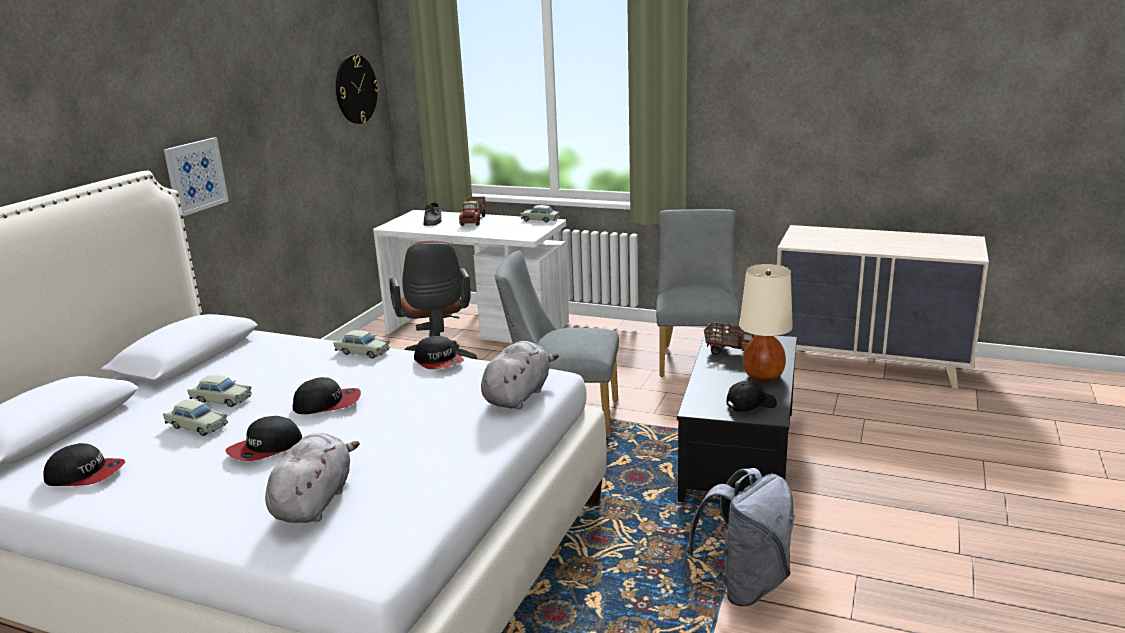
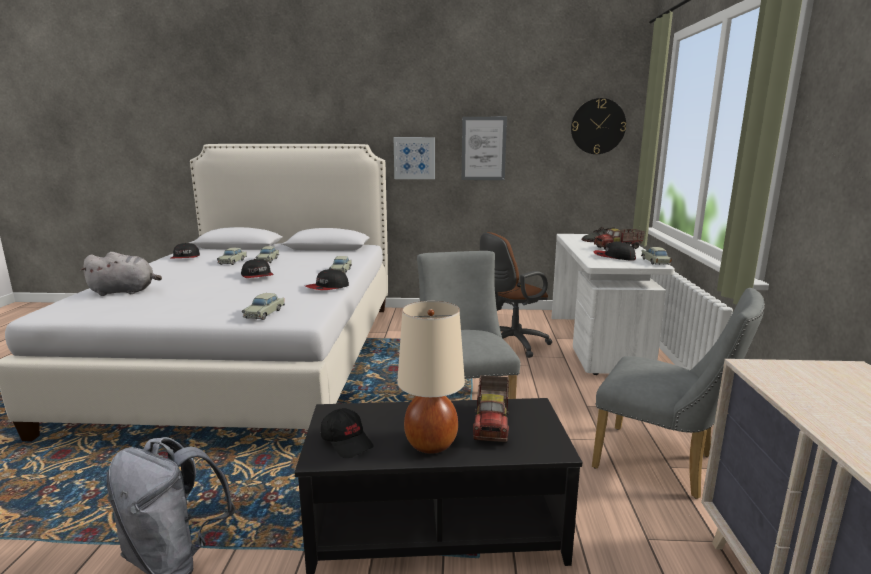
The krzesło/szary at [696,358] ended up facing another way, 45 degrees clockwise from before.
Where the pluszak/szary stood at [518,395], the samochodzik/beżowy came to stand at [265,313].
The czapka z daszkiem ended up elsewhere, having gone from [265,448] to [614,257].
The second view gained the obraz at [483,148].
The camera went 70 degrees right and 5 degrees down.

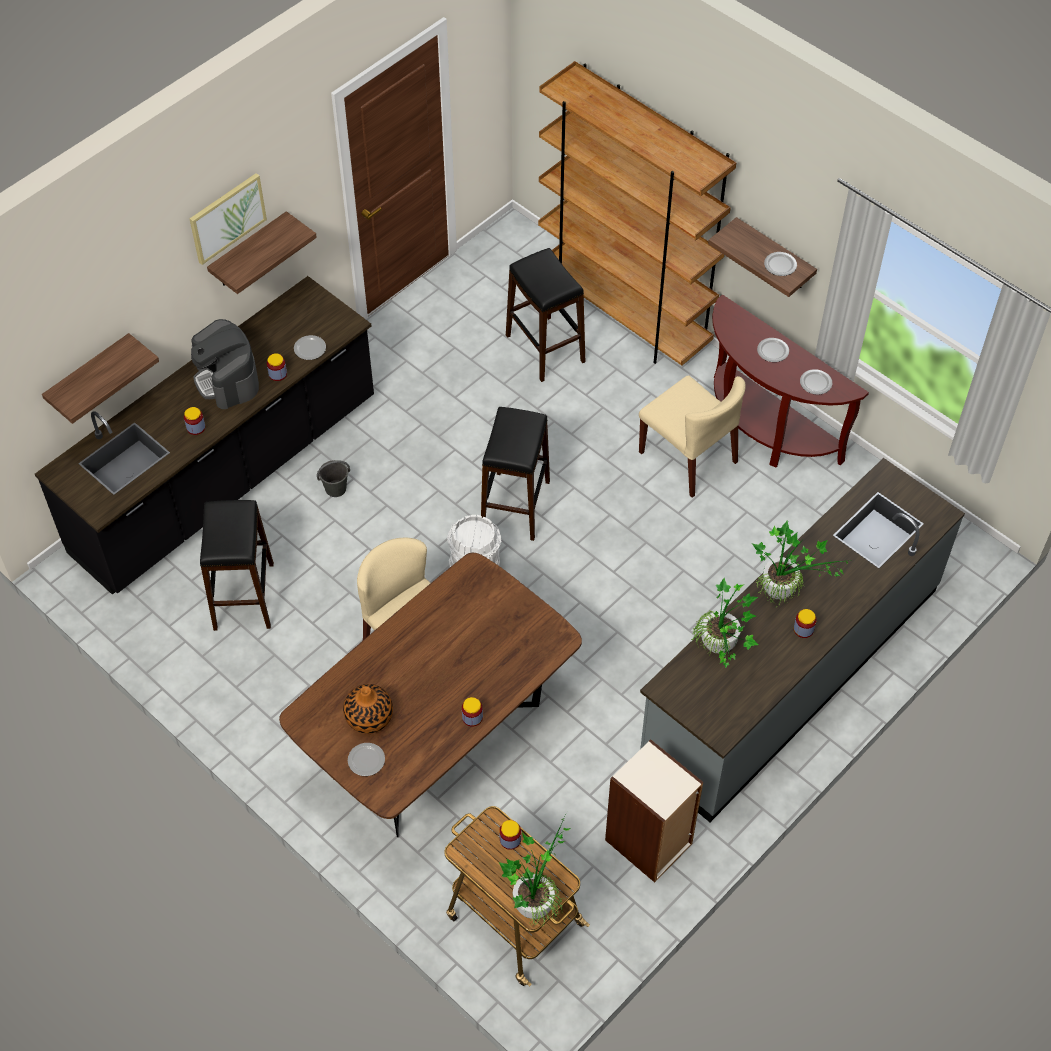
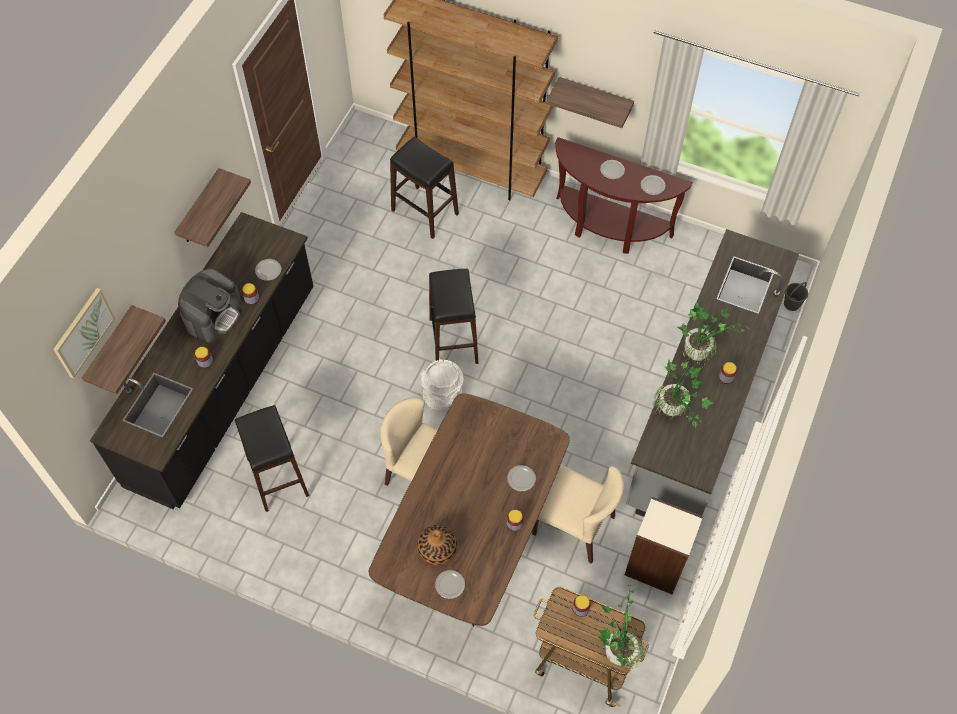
The obraz ended up elsewhere, having gone from [227,217] to [83,332].
The talerz ended up elsewhere, having gone from [780,265] to [522,479].
The ekspres do kawy at [227,379] ended up facing another way, 105 degrees counterclockwise from before.
The krzesło/beżowy ended up elsewhere, having gone from [688,457] to [574,525].
The wiadro/szary ended up elsewhere, having gone from [335,489] to [791,304].
The camera went 20 degrees left and 5 degrees up.

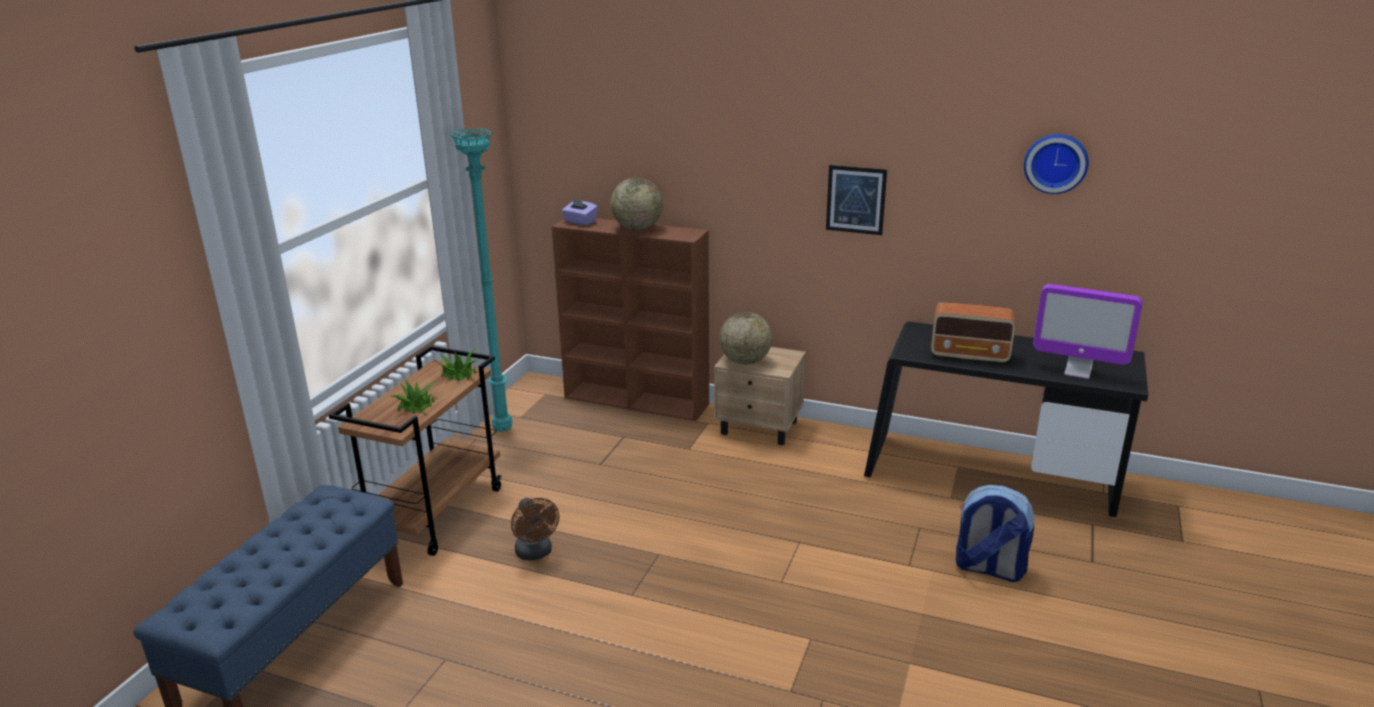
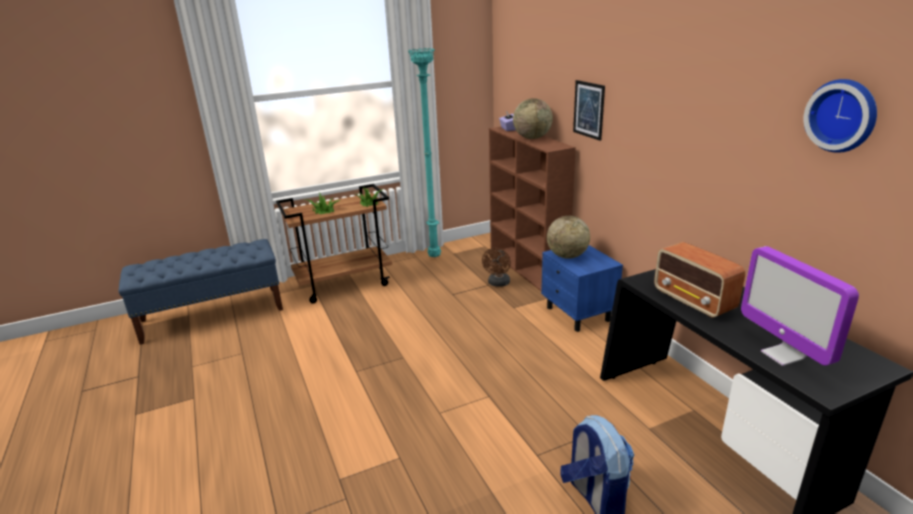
The obraz ended up elsewhere, having gone from [856,200] to [588,109].
What was the szafka nocna/beżowy at [760,428] turned into the szafka nocna/niebieski at [578,314].
The wentylator/brązowy ended up elsewhere, having gone from [536,553] to [498,284].
The camera went 45 degrees right and 0 degrees up.

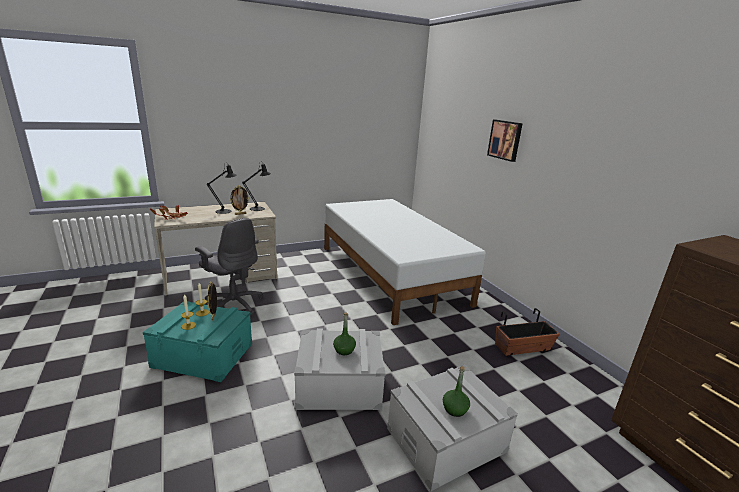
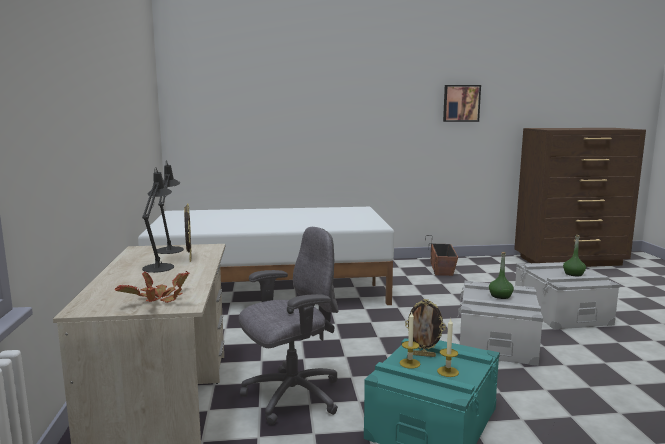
The obraz ended up elsewhere, having gone from [505,140] to [461,103].
The camera went 70 degrees left and 10 degrees down.

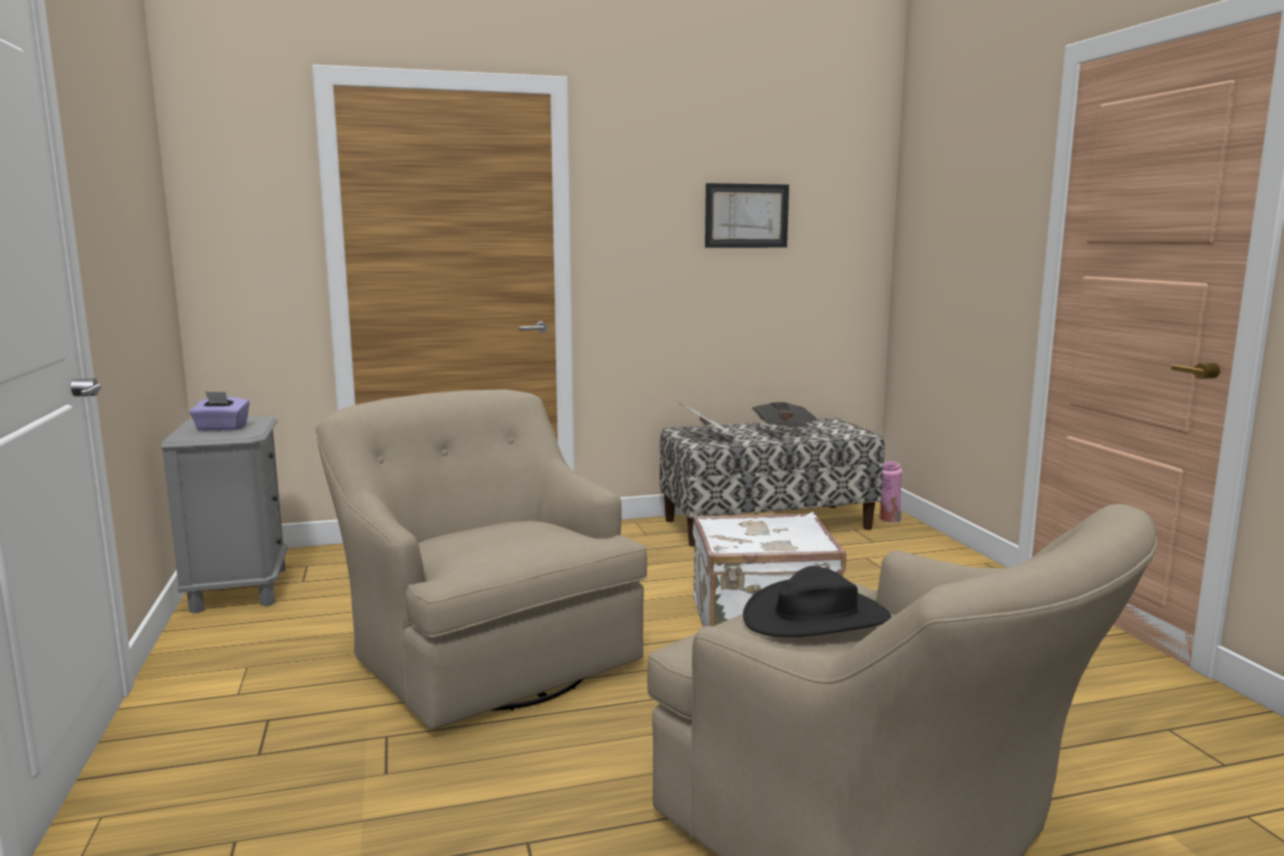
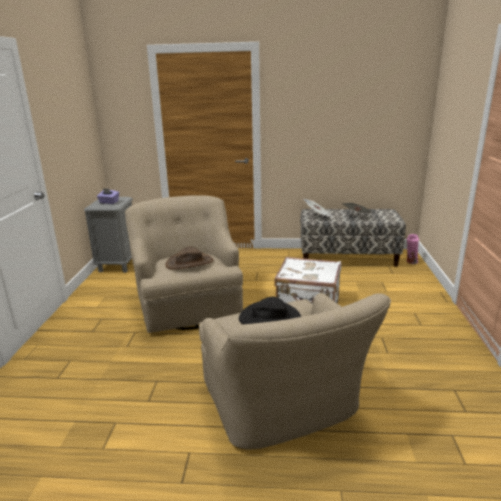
The second view lost the obraz at [746,216].
The second view gained the kapelusz/brązowy at [189,263].
The camera went 20 degrees right and 10 degrees up.

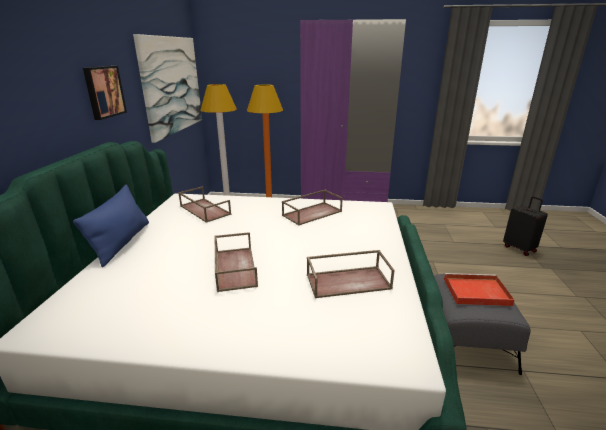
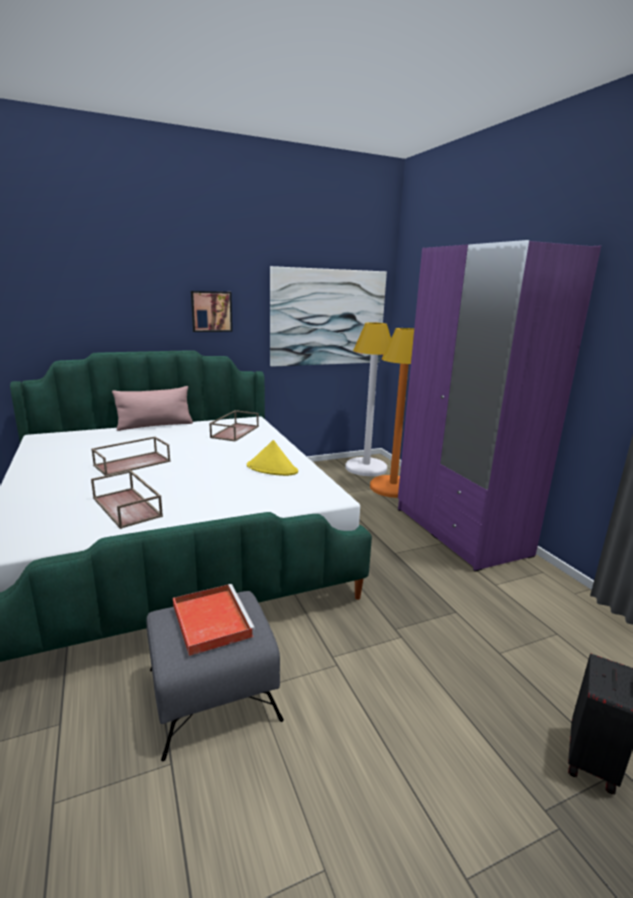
What was the poduszka/niebieski at [122,242] turned into the poduszka/różowy at [155,425].
Where the taca/brązowy stood at [312,213], the kapelusz/żółty came to stand at [272,469].
The camera went 60 degrees right and 5 degrees down.

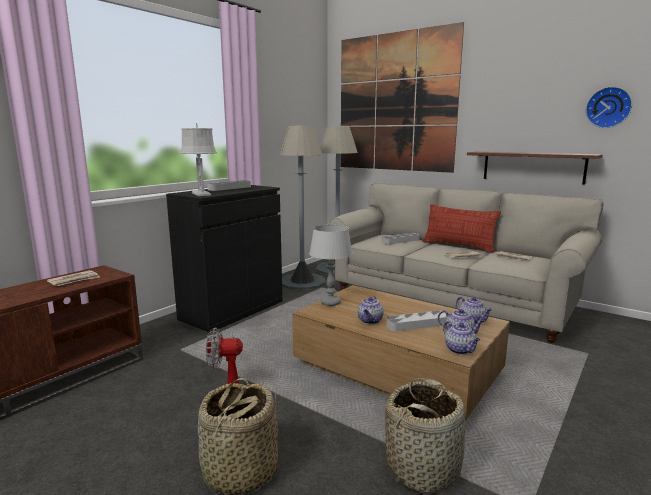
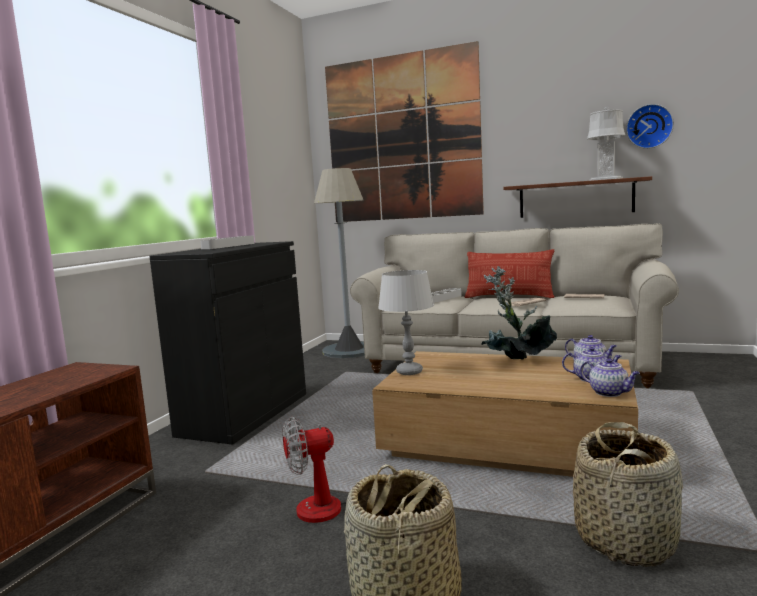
The lampa stołowa/szary ended up elsewhere, having gone from [201,194] to [605,179].
The second view lost the lampa stojąca/szary at [302,282].
The second view lost the gazeta at [74,280].
The second view lost the imbryk at [370,321].
The second view lost the taca/szary at [418,324].
The second view gained the roślina doniczkowa at [516,362].
The camera went 15 degrees left and 5 degrees down.

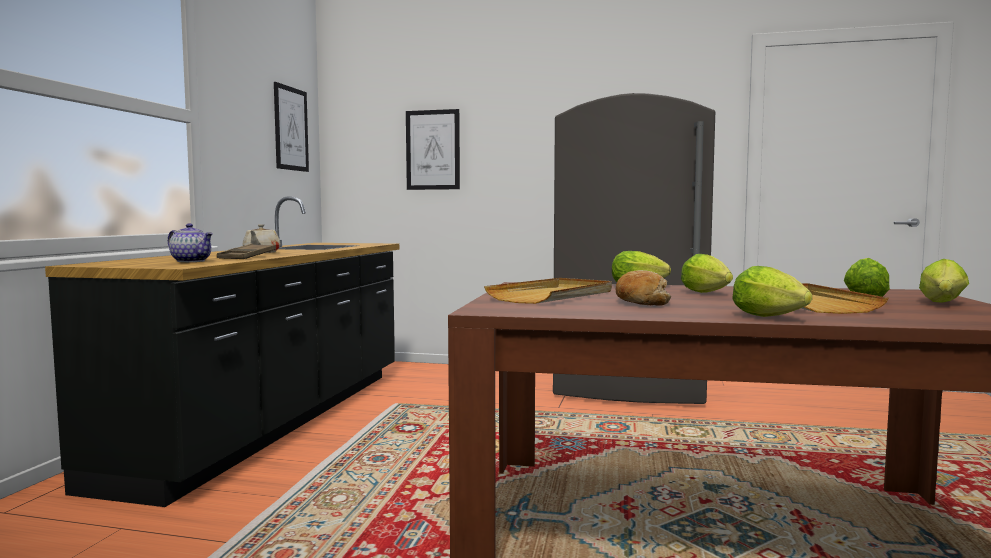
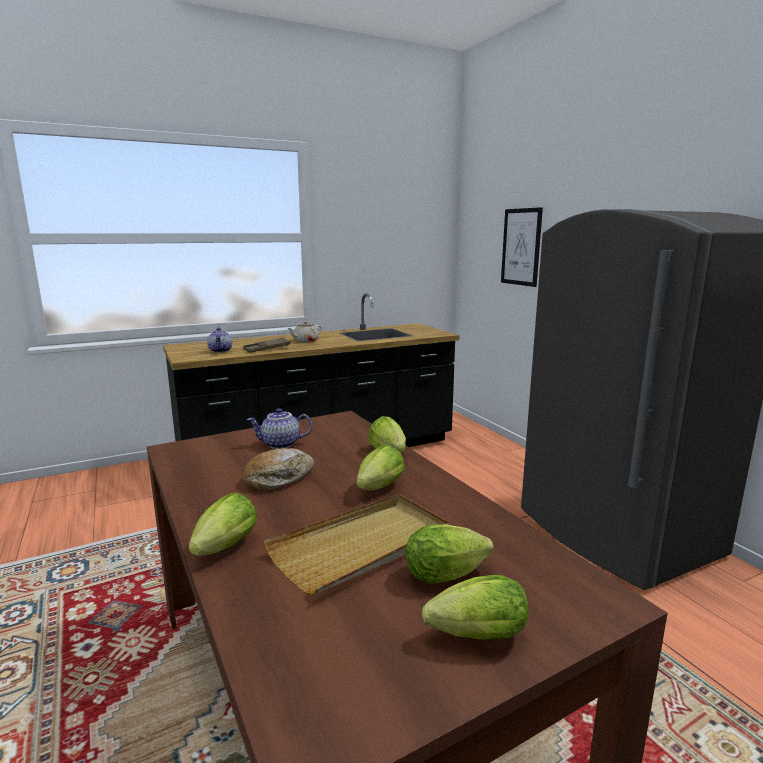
The second view lost the obraz at [291,128].
Where the taca/beżowy stood at [553,295], the imbryk came to stand at [280,444].
The camera went 50 degrees right and 10 degrees up.

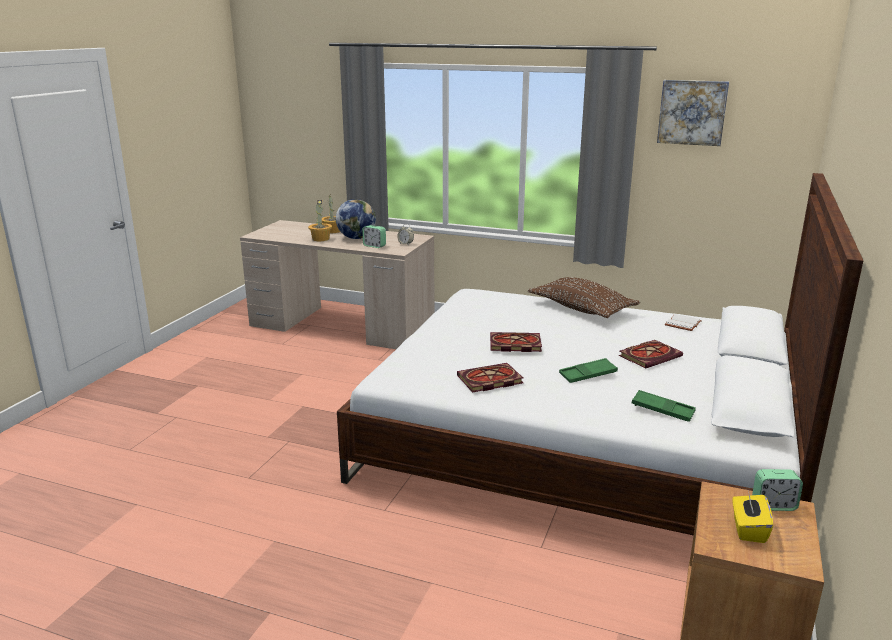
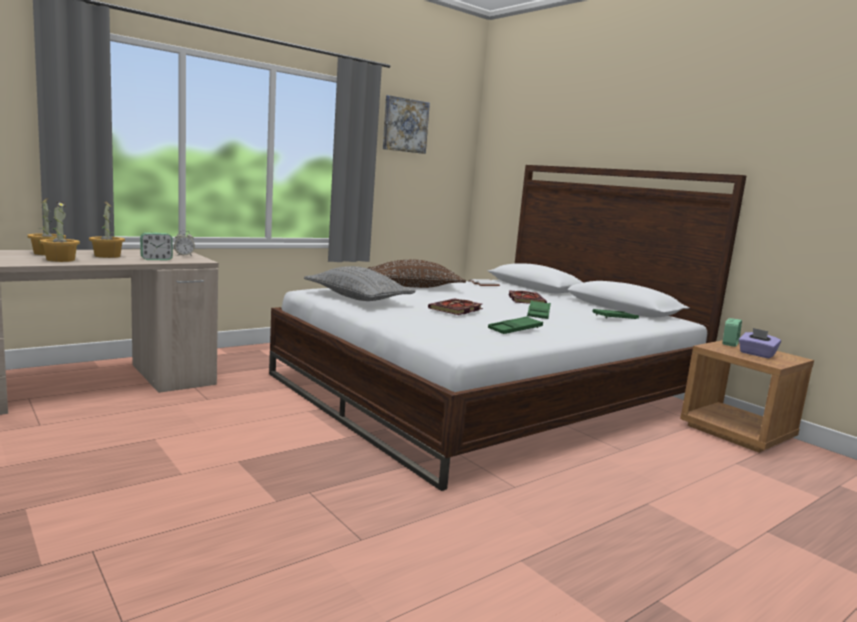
Where the globus stood at [356,238], the roślina doniczkowa came to stand at [107,256].
Where the książka stood at [489,380], the taca/zielony came to stand at [515,329].
What was the pudełko chusteczek/żółty at [748,529] turned into the pudełko chusteczek/fioletowy at [756,354].
The second view gained the poduszka/szary at [357,298].
The camera went 60 degrees left and 10 degrees down.

